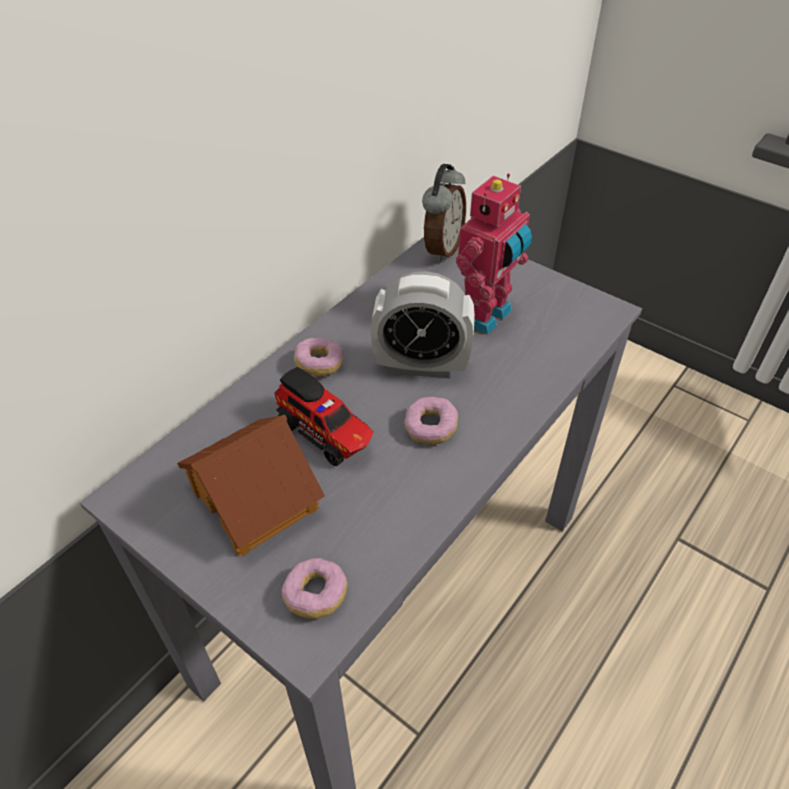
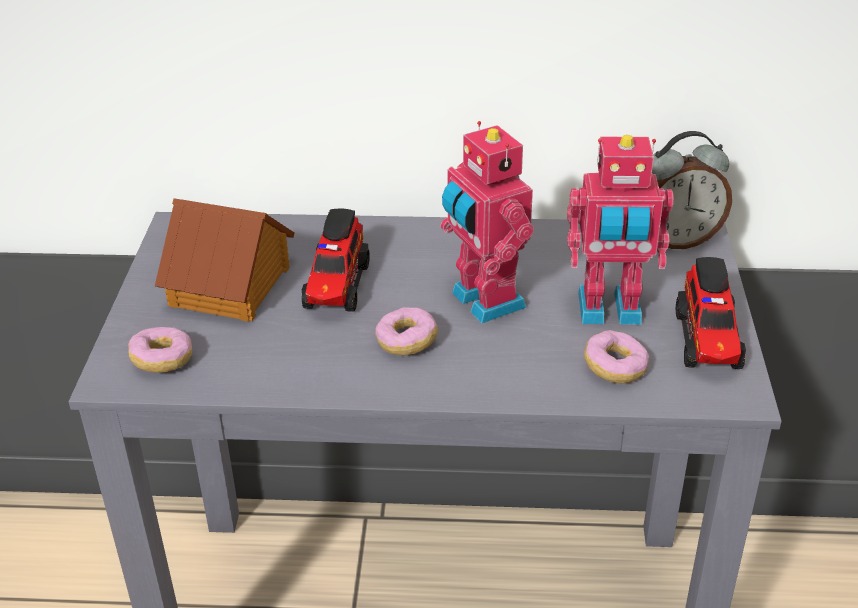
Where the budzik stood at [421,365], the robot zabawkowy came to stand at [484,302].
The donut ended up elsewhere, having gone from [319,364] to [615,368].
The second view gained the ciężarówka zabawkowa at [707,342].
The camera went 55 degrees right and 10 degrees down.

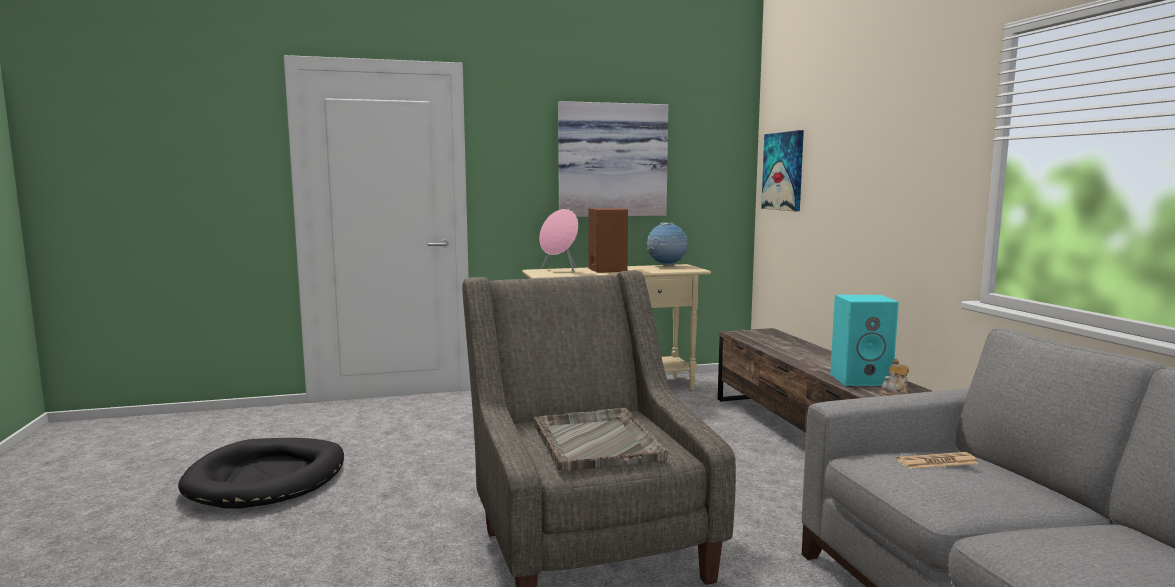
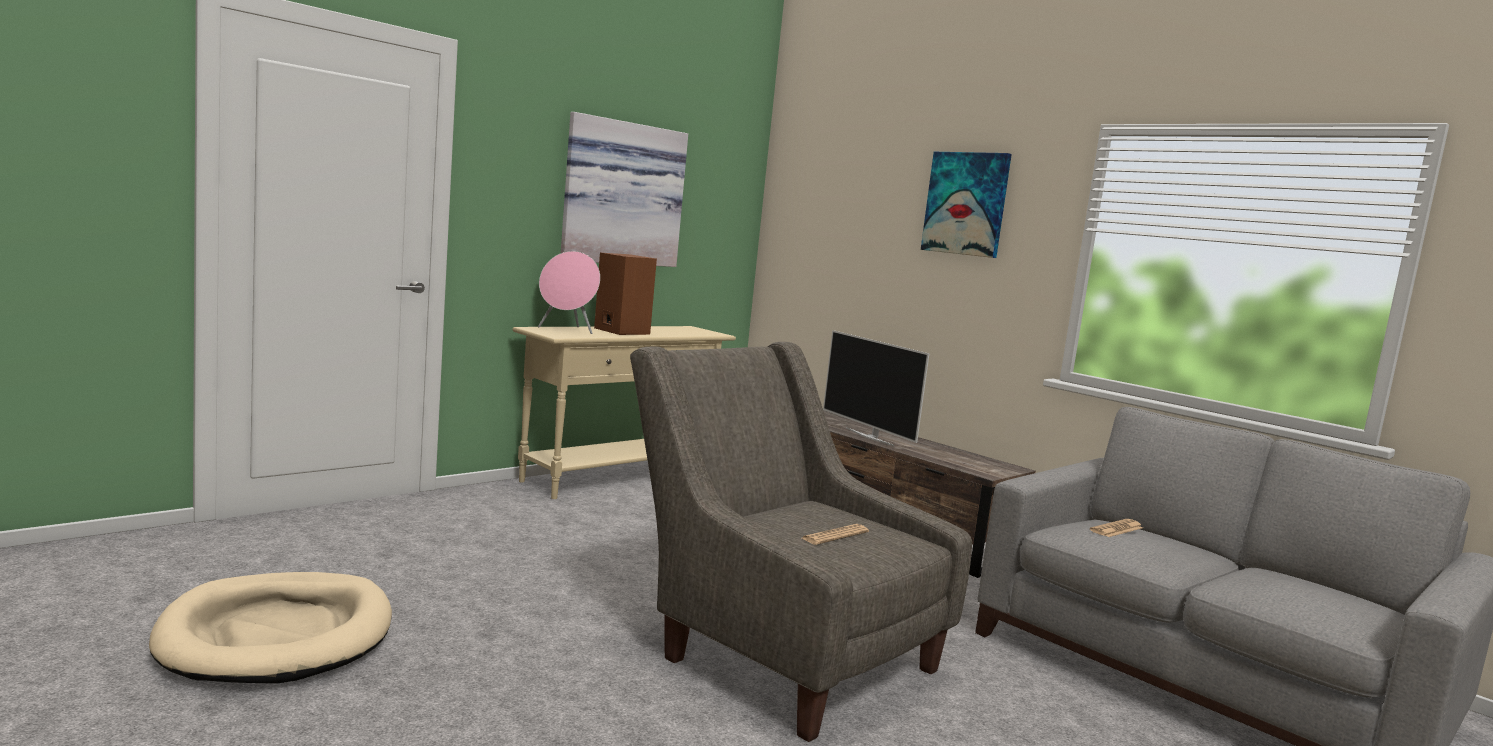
The obraz ended up elsewhere, having gone from [783,171] to [966,204].
The second view lost the globus at [666,266].
The second view lost the głośnik/turkusowy at [861,379].
The second view lost the imbryk at [895,392].
Where the taca/szary stood at [596,441], the gazeta came to stand at [834,535].
What was the legowisko/czarny at [267,478] turned into the legowisko/beżowy at [278,635].
The second view gained the telewizor at [870,437].
The camera went 30 degrees left and 0 degrees up.

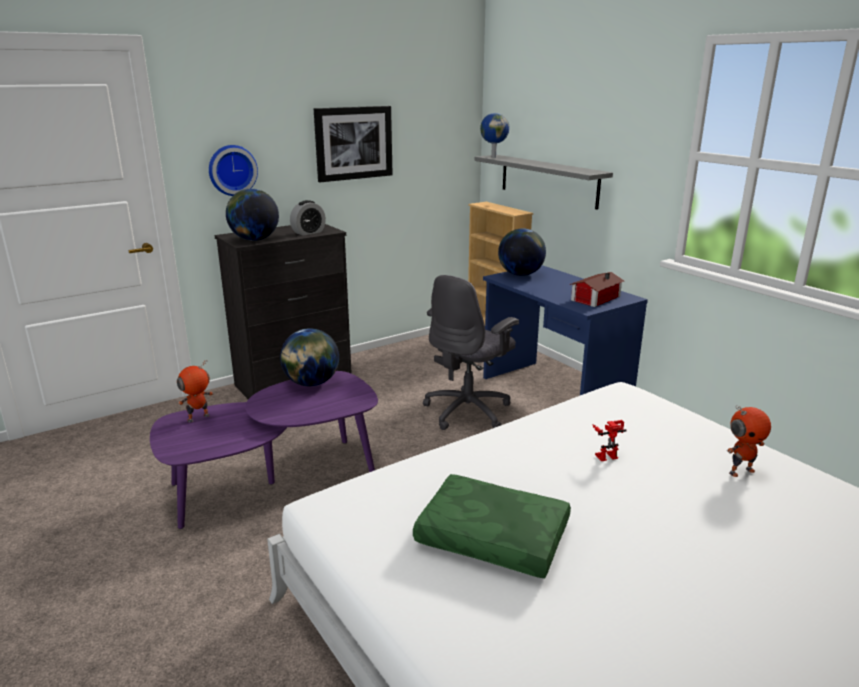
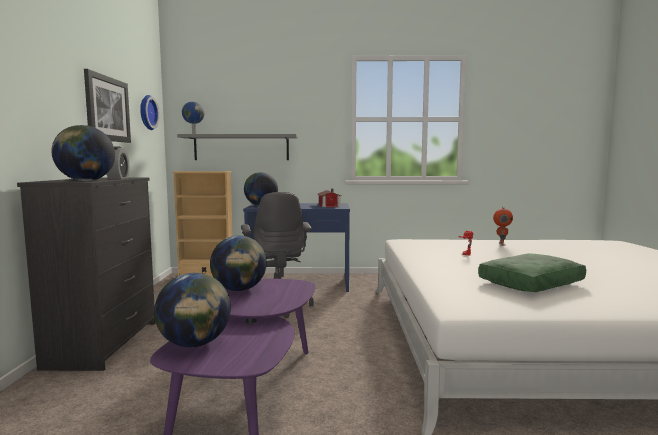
The zegar ścienny ended up elsewhere, having gone from [232,170] to [146,112].
Where the robot zabawkowy stood at [199,418], the globus came to stand at [195,344].
The camera went 55 degrees left and 15 degrees down.

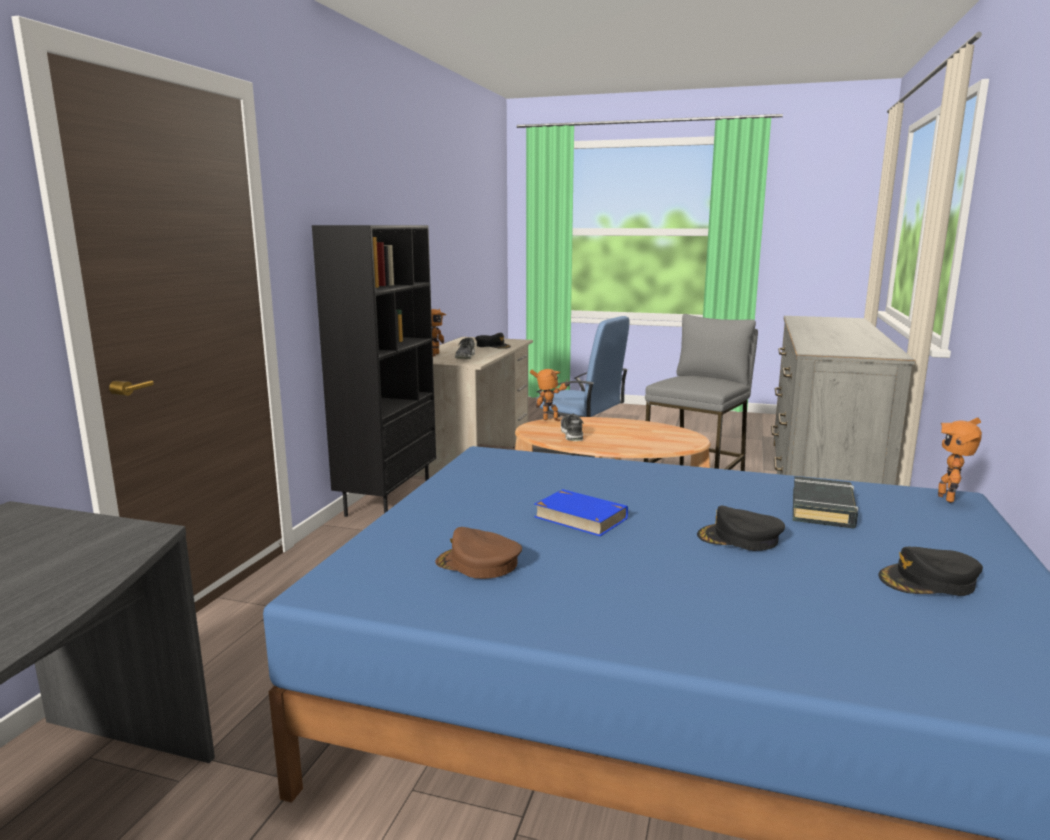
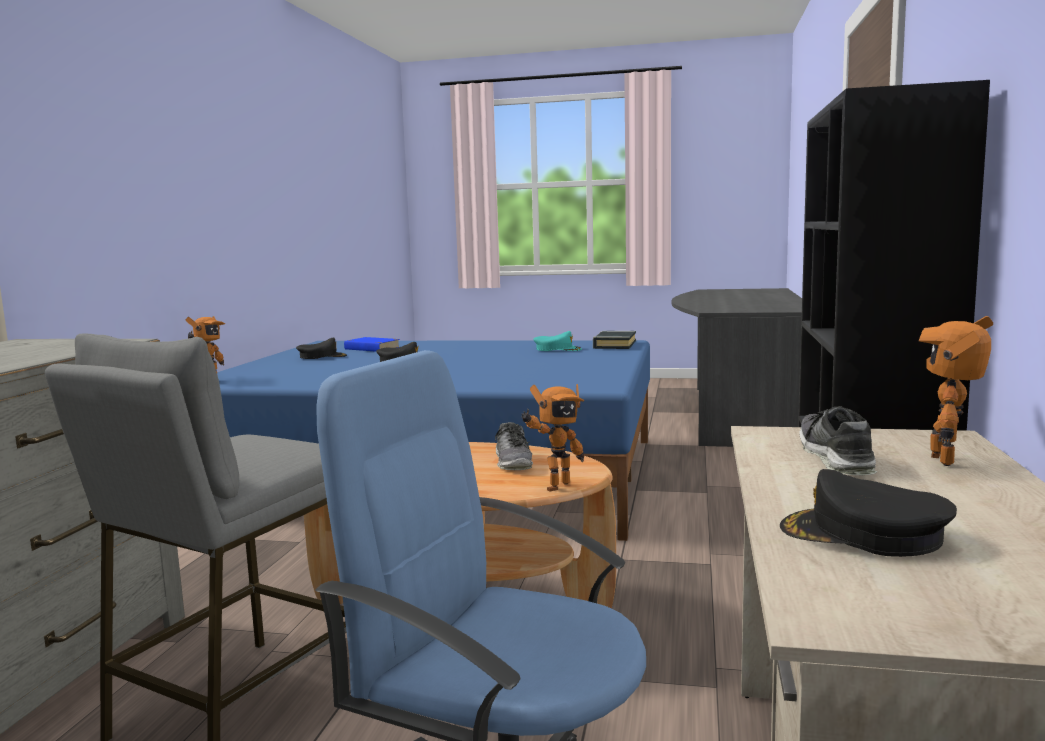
The robot zabawkowy at [551,421] ended up facing another way, 60 degrees counterclockwise from before.
The książka/czarny ended up elsewhere, having gone from [823,509] to [614,344].
The książka/niebieski ended up elsewhere, having gone from [580,517] to [372,348].
What was the czapka z daszkiem/brązowy at [478,563] turned into the czapka z daszkiem/turkusowy at [557,349].
The camera went 175 degrees right and 5 degrees down.

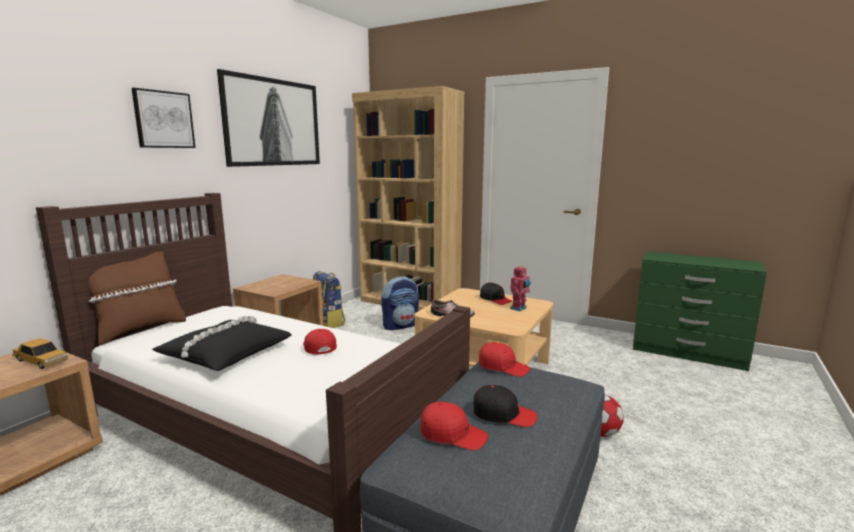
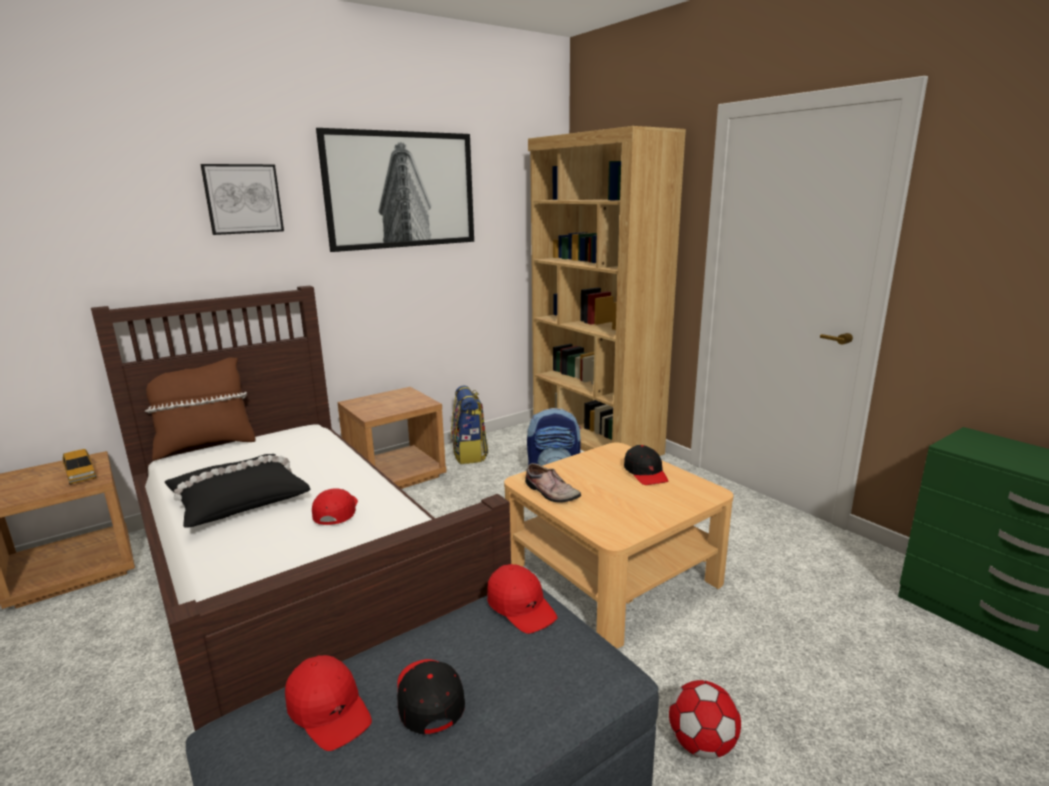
The second view lost the robot zabawkowy at [519,308].
The czapka z daszkiem/czarny at [503,414] ended up facing another way, 150 degrees counterclockwise from before.
The camera went 25 degrees right and 5 degrees up.

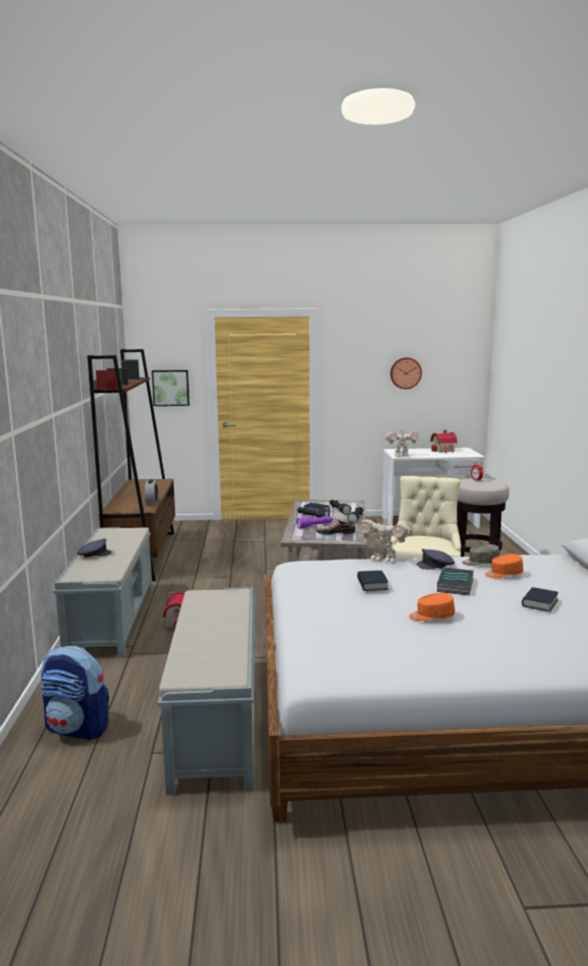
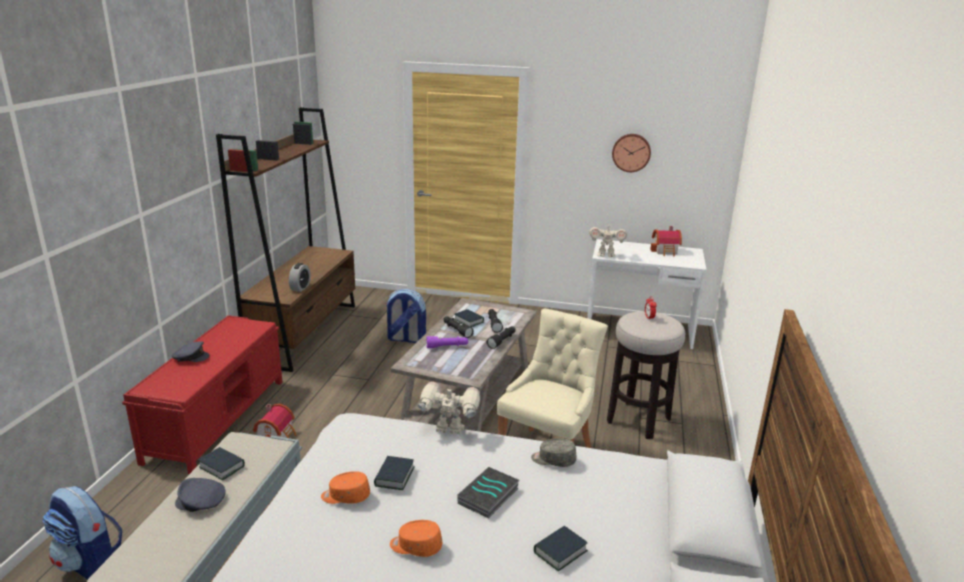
The second view lost the obraz at [171,387].
The robot zabawkowy at [384,559] ended up facing another way, 150 degrees clockwise from before.
The second view lost the but at [335,532].
What was the ławka/szary at [112,619] turned into the ławka/czerwony at [217,418].
The czapka z daszkiem/szary ended up elsewhere, having gone from [436,565] to [200,502].
The czapka z daszkiem/pomarańczowy ended up elsewhere, having gone from [503,574] to [345,496].
The second view gained the plecak at [405,339].
The second view gained the książka at [222,466].
The camera went 15 degrees right and 10 degrees up.

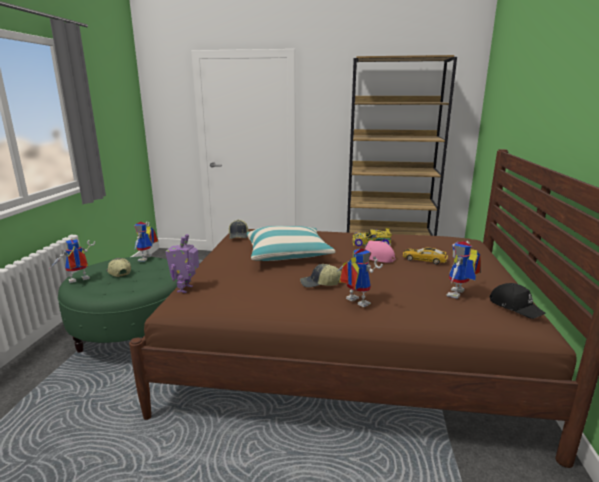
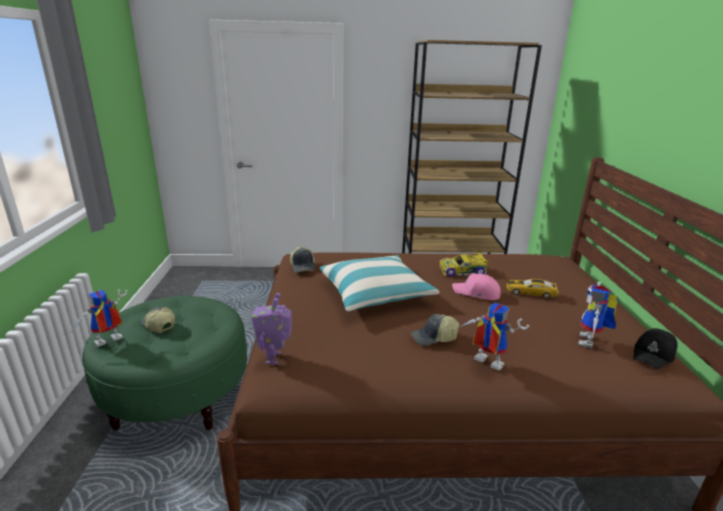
The second view lost the robot zabawkowy at [146,259].
The czapka z daszkiem/czarny at [515,306] ended up facing another way, 90 degrees clockwise from before.
The camera went 10 degrees left and 5 degrees up.

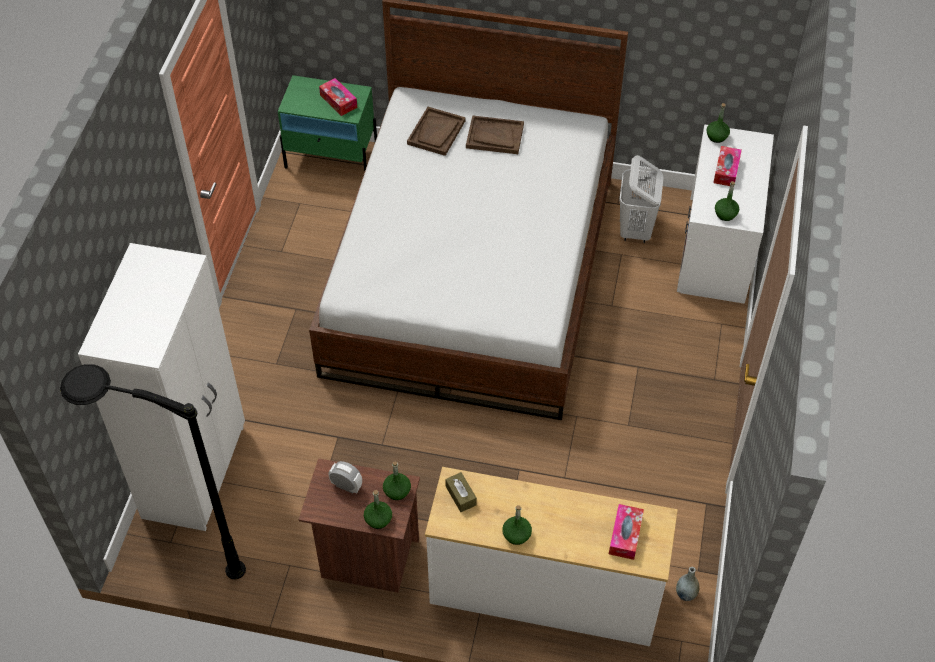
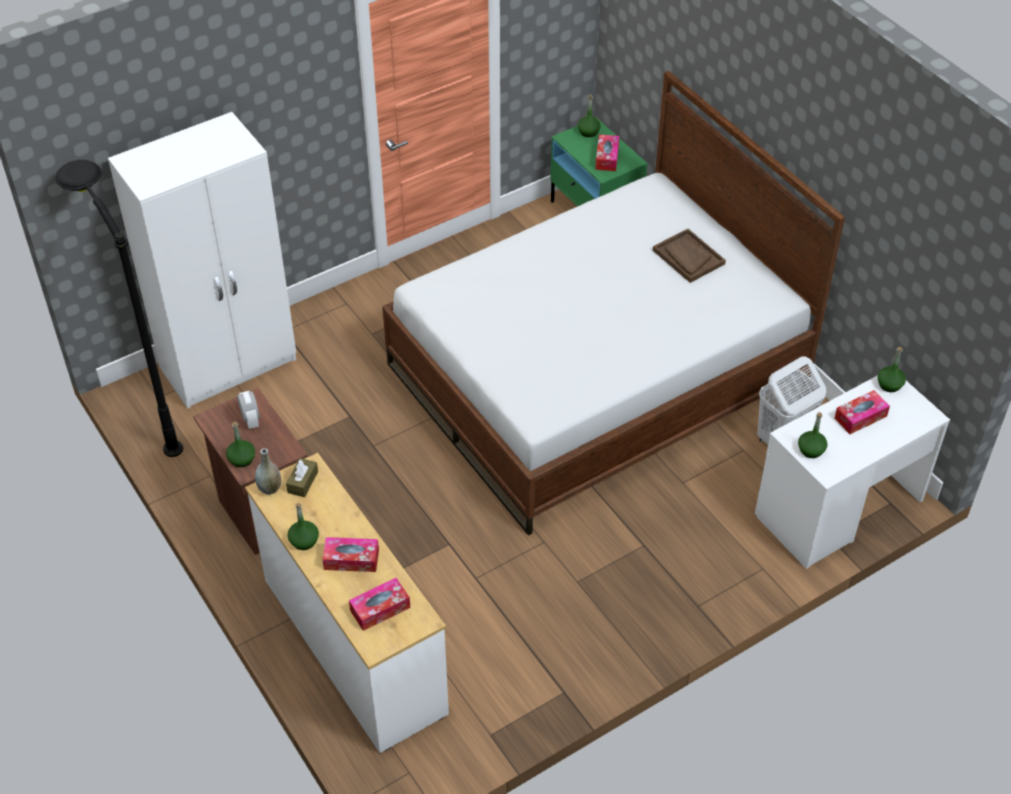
The second view lost the taca/brązowy at [436,132].
The butelka/zielony ended up elsewhere, having gone from [397,491] to [588,132].
The wazon/szary ended up elsewhere, having gone from [685,594] to [270,488].
The second view gained the pudełko chusteczek at [351,559].
The camera went 45 degrees right and 5 degrees down.

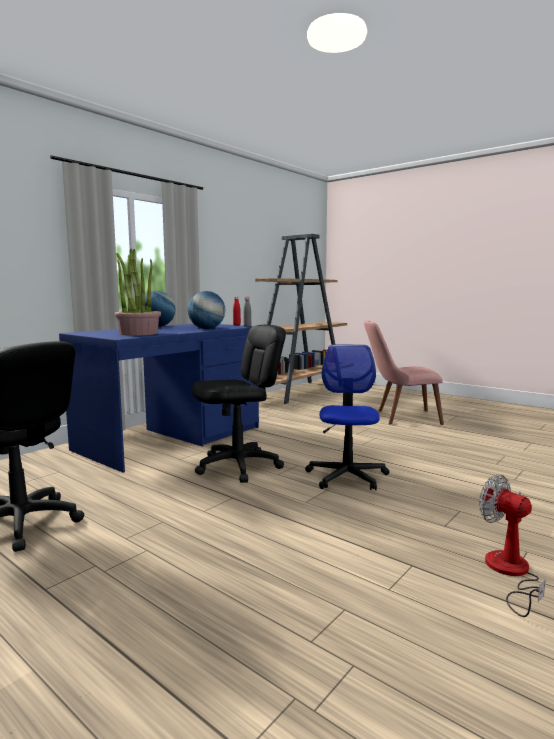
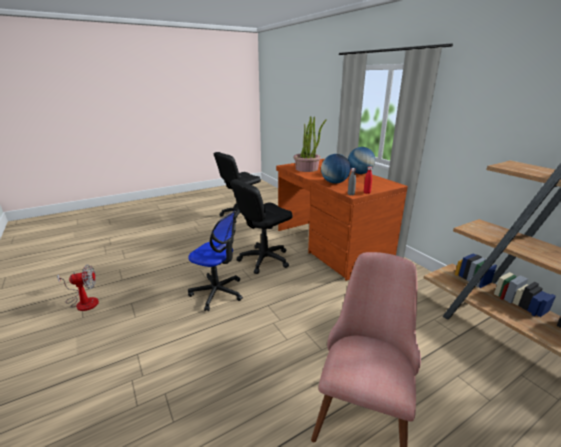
What was the biurko/niebieski at [172,438] turned into the biurko/brązowy at [330,245].
The krzesło biurowe/czarny at [238,466] ended up facing another way, 60 degrees clockwise from before.
The camera went 110 degrees right and 15 degrees up.

